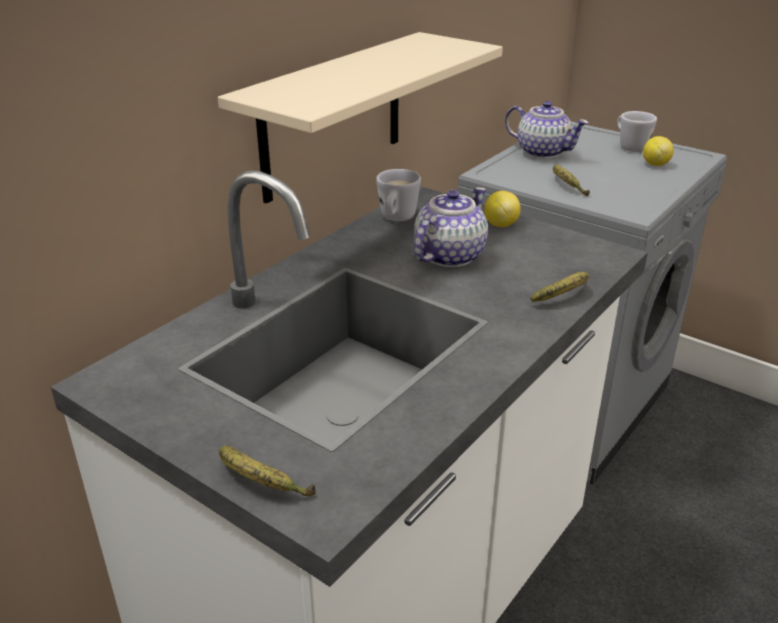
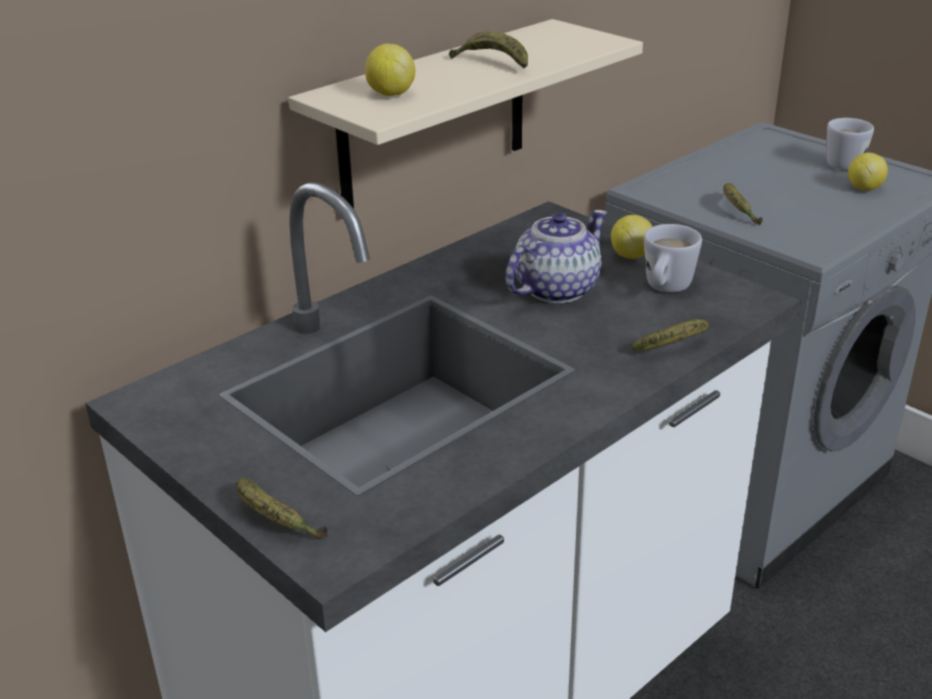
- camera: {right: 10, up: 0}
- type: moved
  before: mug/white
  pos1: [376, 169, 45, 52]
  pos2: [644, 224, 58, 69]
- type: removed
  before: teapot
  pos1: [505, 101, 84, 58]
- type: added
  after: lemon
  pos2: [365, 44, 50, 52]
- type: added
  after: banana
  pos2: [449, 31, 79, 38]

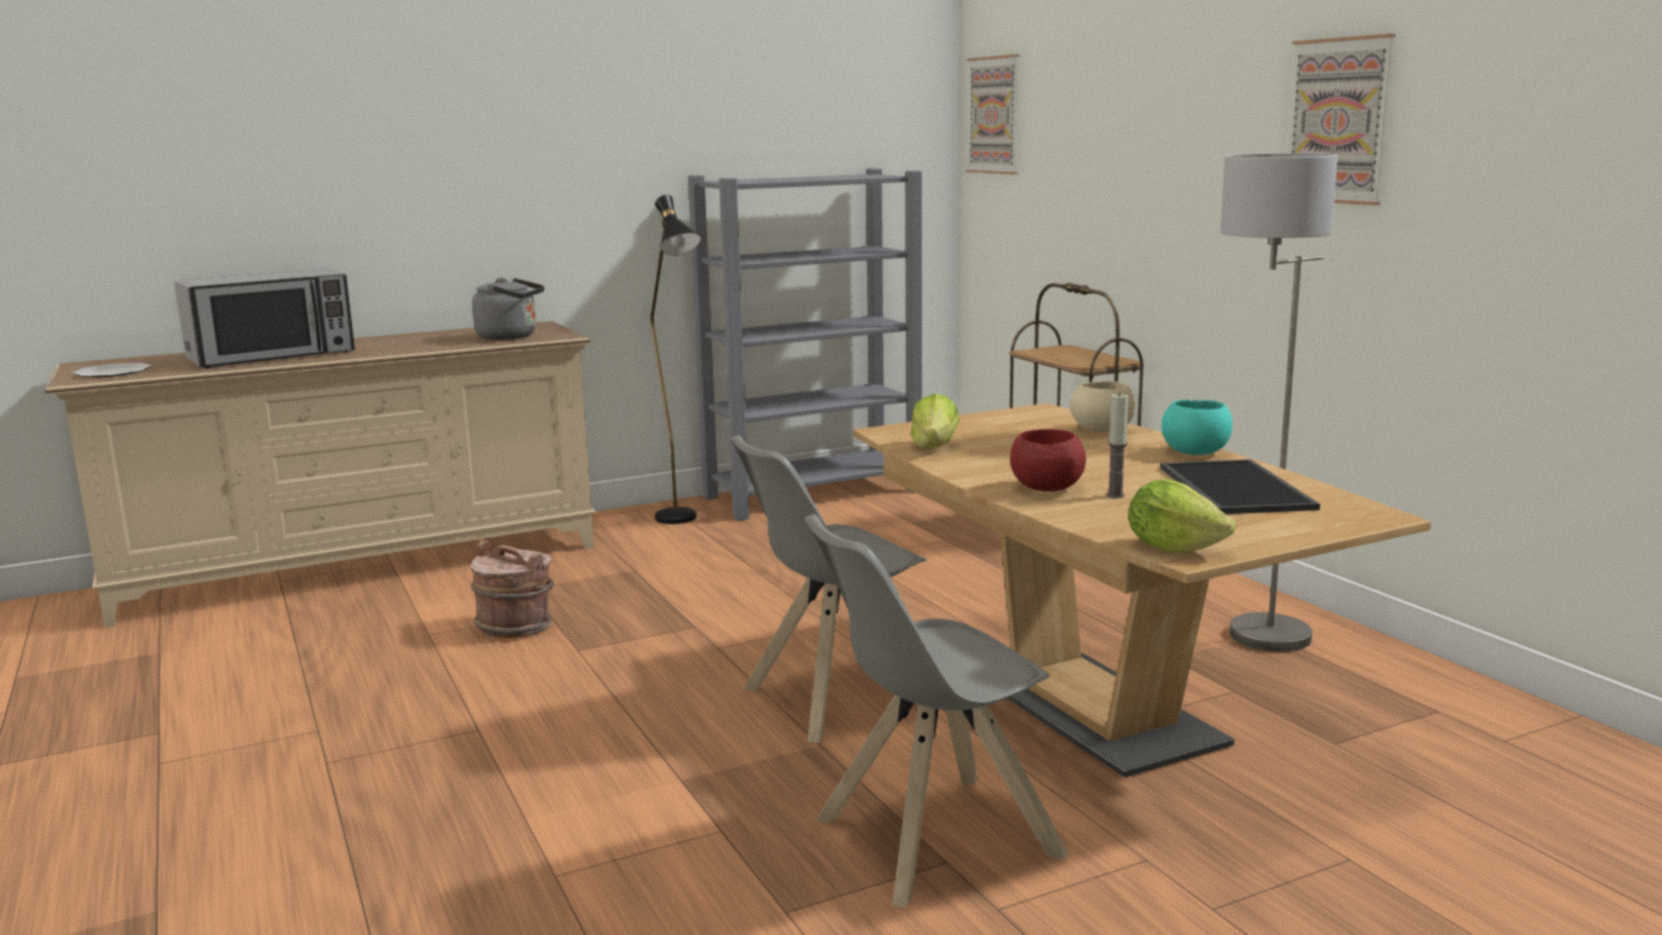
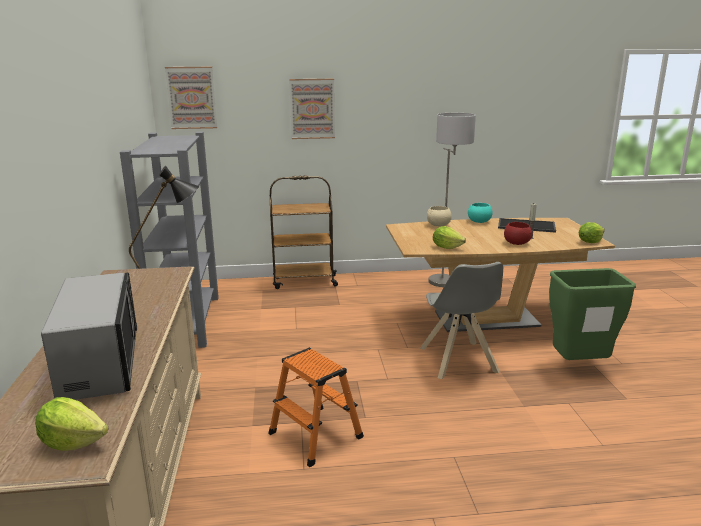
- camera: {right: -70, up: 5}
- type: replaced
  before: plate
  after: lettuce
  pos1: [72, 363, 80, 14]
  pos2: [35, 397, 74, 54]
- type: replaced
  before: bucket/brown
  after: step ladder/orange
  pos1: [471, 541, 83, 97]
  pos2: [268, 347, 96, 120]
- type: removed
  before: kettle/grey
  pos1: [472, 278, 73, 62]
- type: replaced
  before: chair/grey
  after: trash can/green
  pos1: [804, 514, 264, 394]
  pos2: [549, 268, 87, 92]
- type: moved
  before: picture
  pos1: [1287, 34, 109, 171]
  pos2: [289, 79, 46, 60]

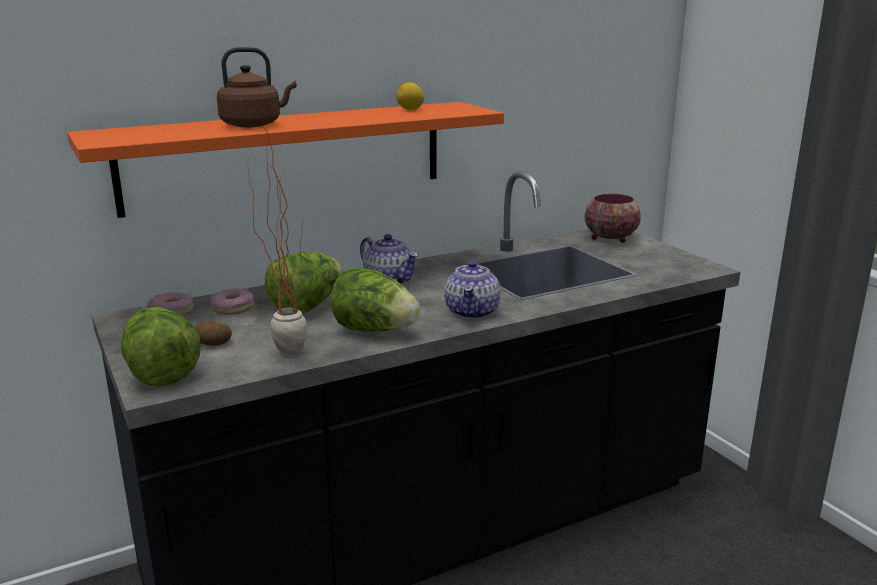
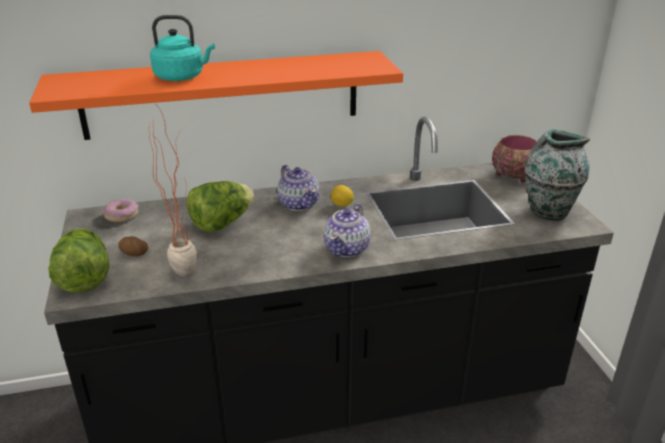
- camera: {right: 15, up: 10}
- type: removed
  before: donut
  pos1: [210, 288, 44, 27]
- type: recoloured
  before: kettle/brown
  after: kettle/turquoise
  pos1: [217, 47, 79, 81]
  pos2: [150, 15, 65, 66]
- type: removed
  before: lettuce
  pos1: [331, 267, 89, 64]
- type: moved
  before: lemon
  pos1: [396, 82, 28, 28]
  pos2: [331, 185, 23, 21]
- type: added
  after: vase
  pos2: [525, 129, 65, 92]

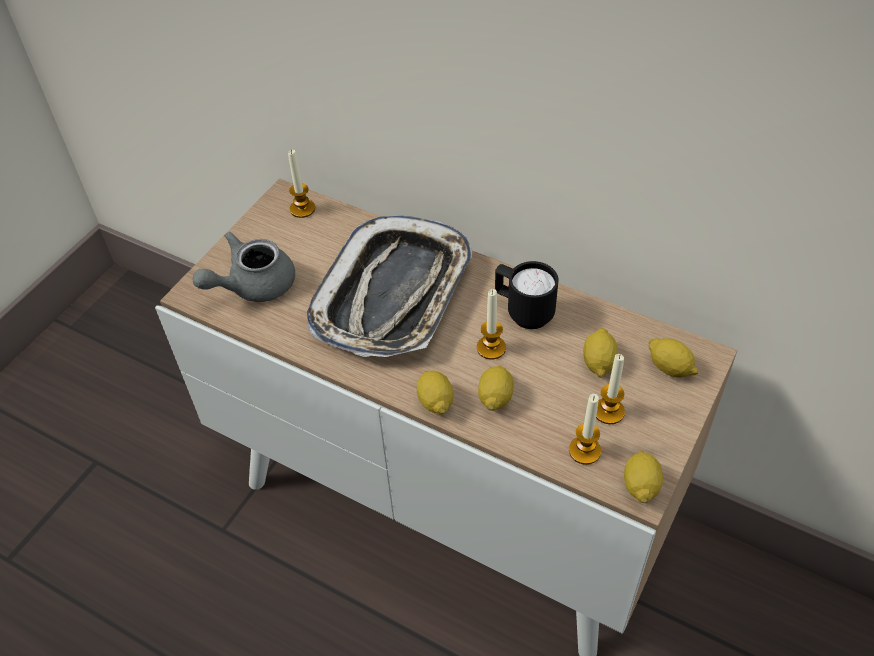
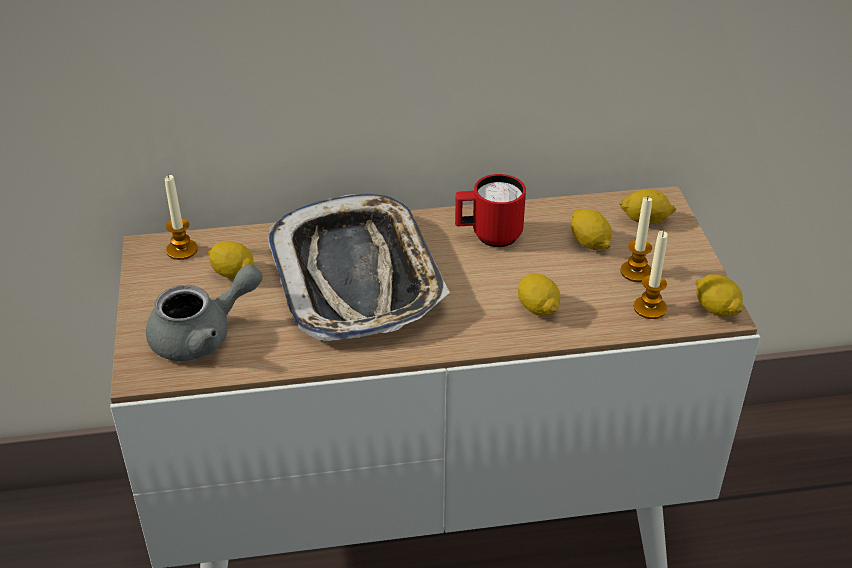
- camera: {right: -40, up: -10}
- type: turned
  before: teapot/grey
  pos1: [193, 232, 102, 70]
  pos2: [146, 264, 117, 97]
  turn: -135
- type: moved
  before: lemon
  pos1: [417, 371, 37, 44]
  pos2: [208, 241, 47, 38]
- type: removed
  before: candle
  pos1: [477, 289, 29, 71]
- type: recoloured
  before: mug/black
  after: mug/red
  pos1: [495, 261, 63, 68]
  pos2: [455, 174, 71, 73]

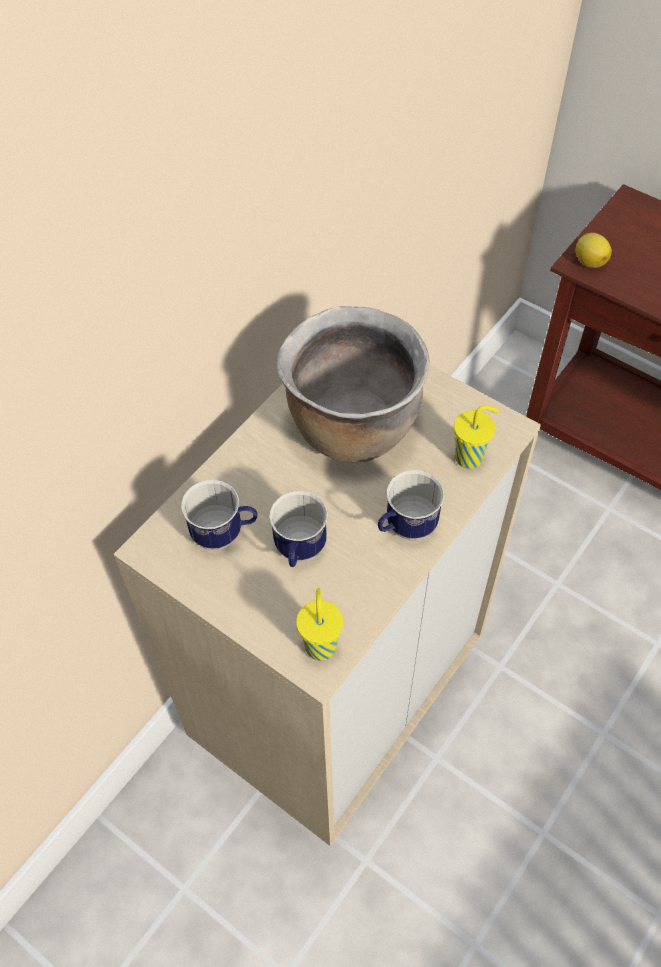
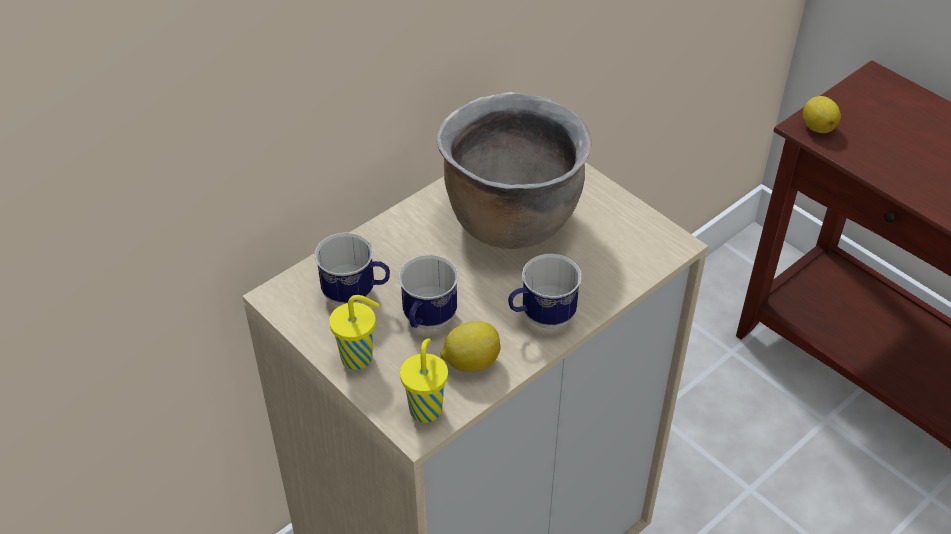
- camera: {right: 10, up: -10}
- type: moved
  before: cup/yellow
  pos1: [454, 405, 45, 64]
  pos2: [329, 295, 50, 75]
- type: added
  after: lemon
  pos2: [440, 321, 61, 51]

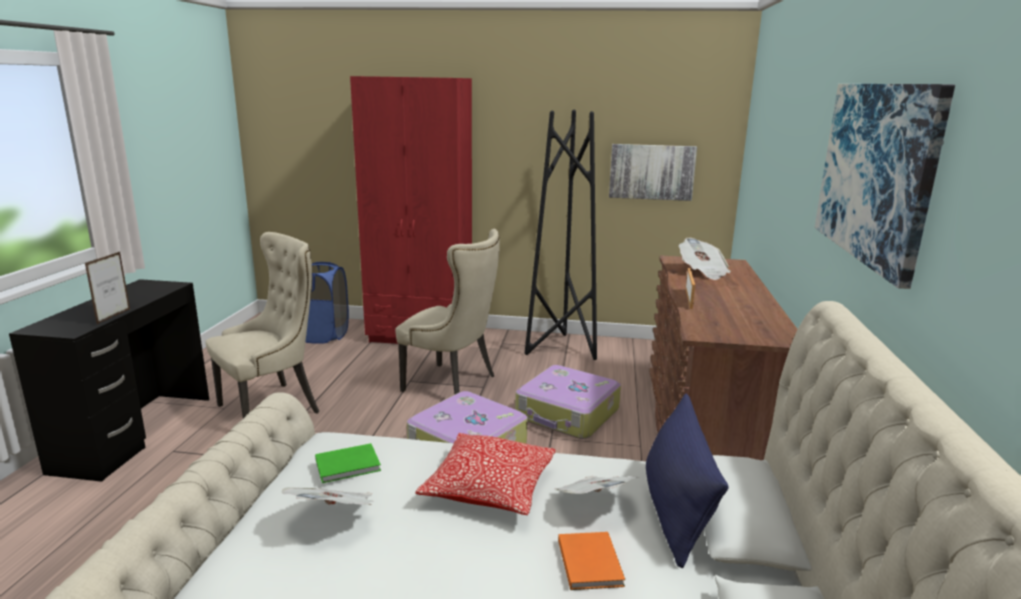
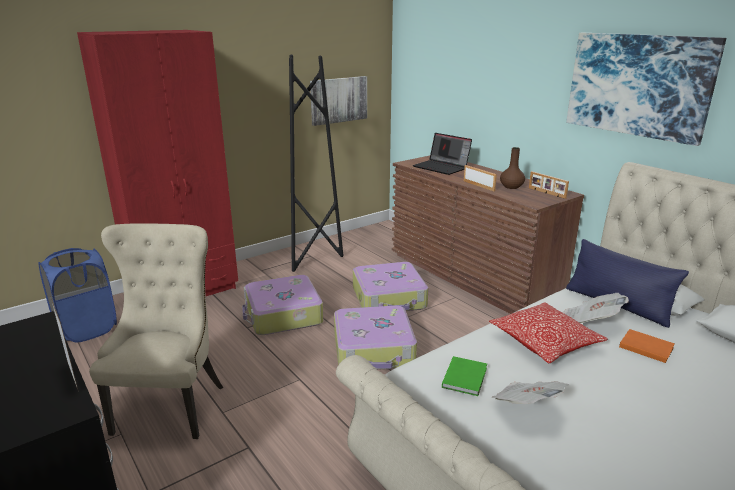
- camera: {right: -45, up: 5}
- type: replaced
  before: chair/beige
  after: suitcase
  pos1: [395, 229, 105, 165]
  pos2: [242, 275, 81, 60]
- type: replaced
  before: newspaper
  after: laptop
  pos1: [679, 238, 52, 42]
  pos2: [413, 133, 59, 42]
- type: added
  after: vase/brown
  pos2: [500, 147, 25, 42]
- type: added
  after: picture frame
  pos2: [529, 171, 40, 28]

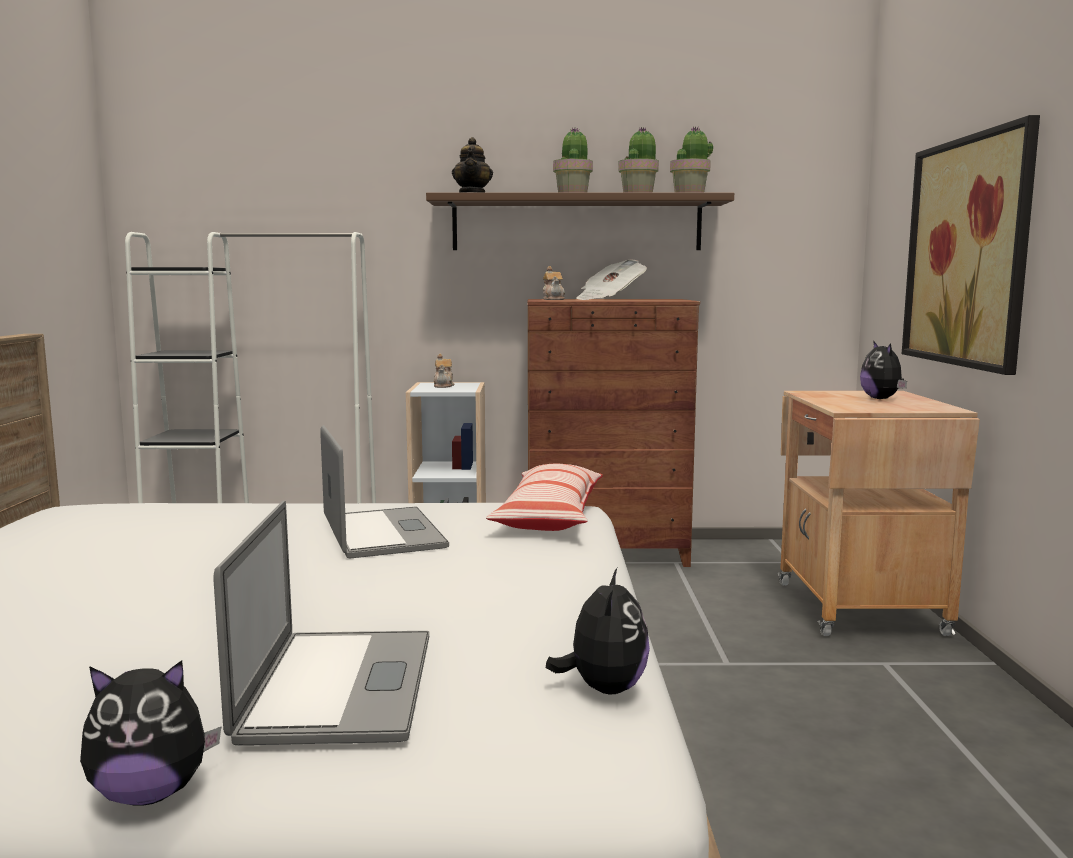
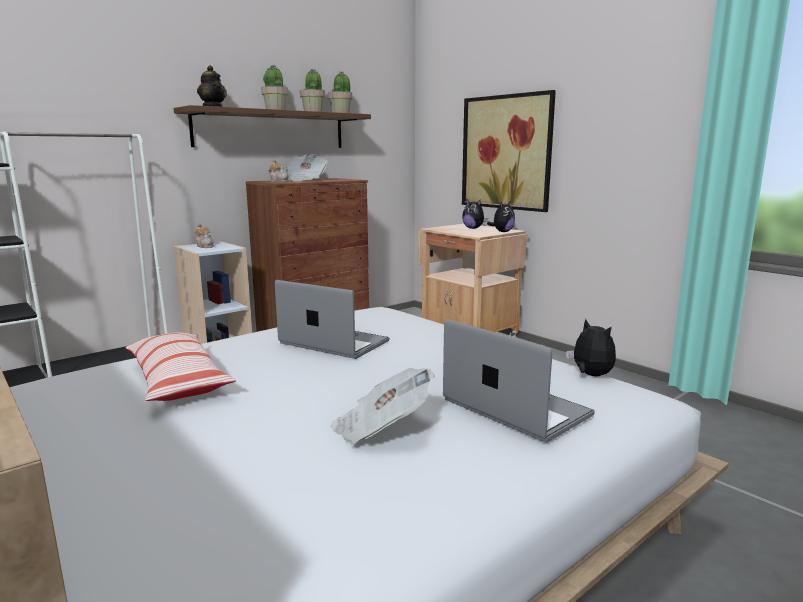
- camera: {right: -40, up: 5}
- type: moved
  before: plush toy
  pos1: [80, 660, 141, 146]
  pos2: [487, 202, 28, 30]
- type: moved
  before: pillow
  pos1: [486, 464, 117, 67]
  pos2: [125, 332, 111, 69]
- type: added
  after: newspaper
  pos2: [330, 368, 105, 77]

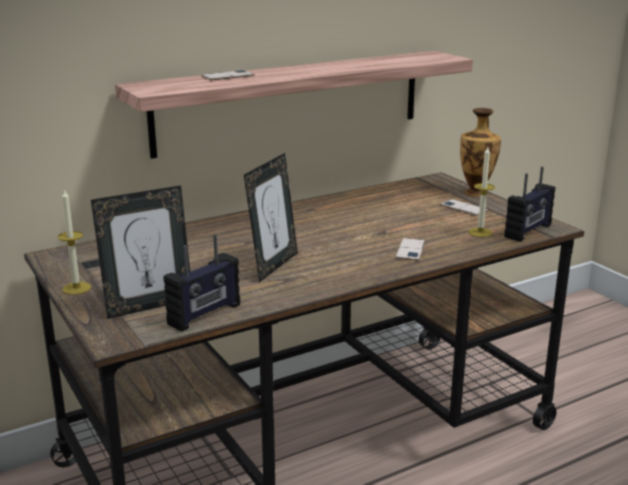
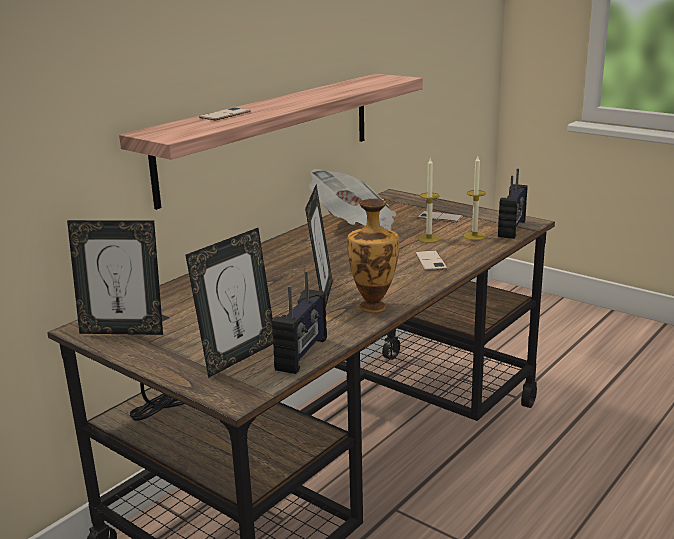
- camera: {right: -20, up: 0}
- type: moved
  before: candle
  pos1: [58, 189, 33, 106]
  pos2: [418, 157, 22, 86]
- type: moved
  before: vase
  pos1: [460, 108, 41, 89]
  pos2: [347, 199, 52, 114]
- type: added
  after: picture frame
  pos2: [67, 220, 96, 115]
- type: added
  after: newspaper
  pos2: [309, 169, 87, 61]

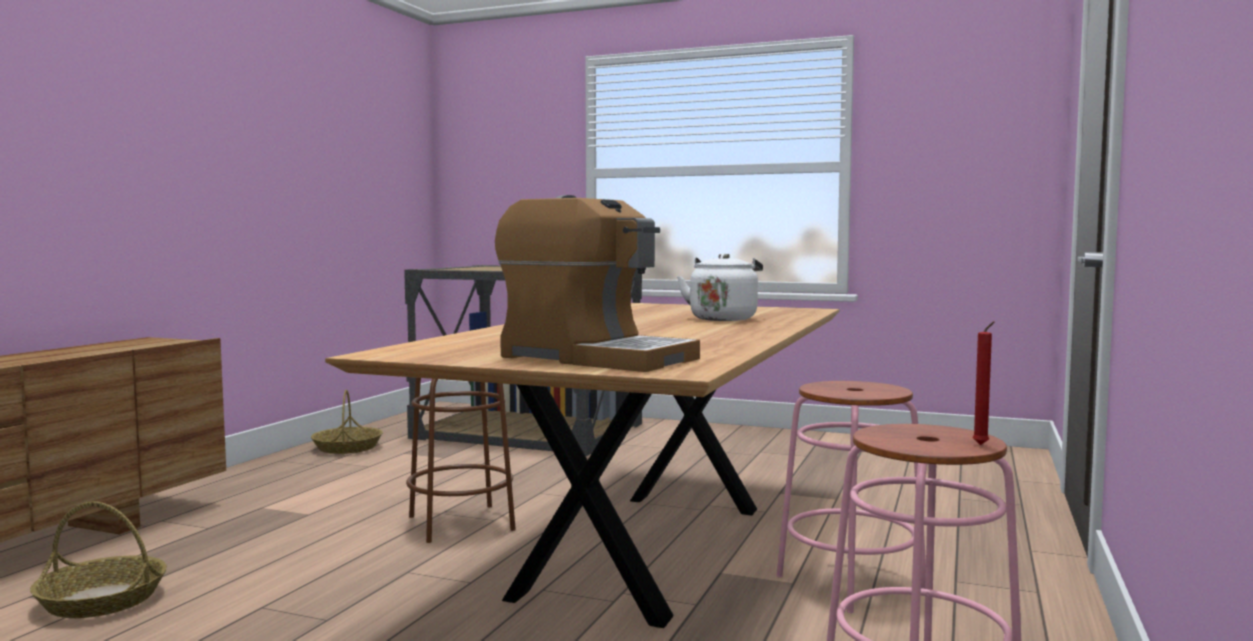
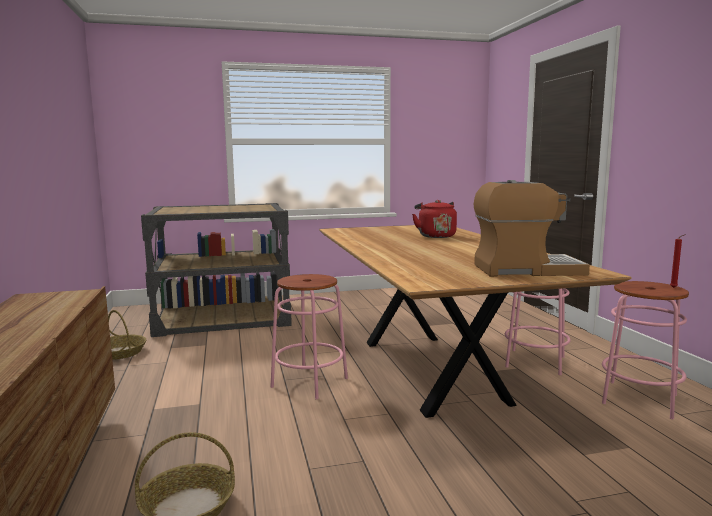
- camera: {right: -35, up: 5}
- type: recoloured
  before: stool/brown
  after: stool/pink
  pos1: [406, 378, 110, 165]
  pos2: [271, 274, 77, 126]
- type: recoloured
  before: kettle/white
  after: kettle/red
  pos1: [677, 253, 86, 68]
  pos2: [412, 200, 45, 38]

